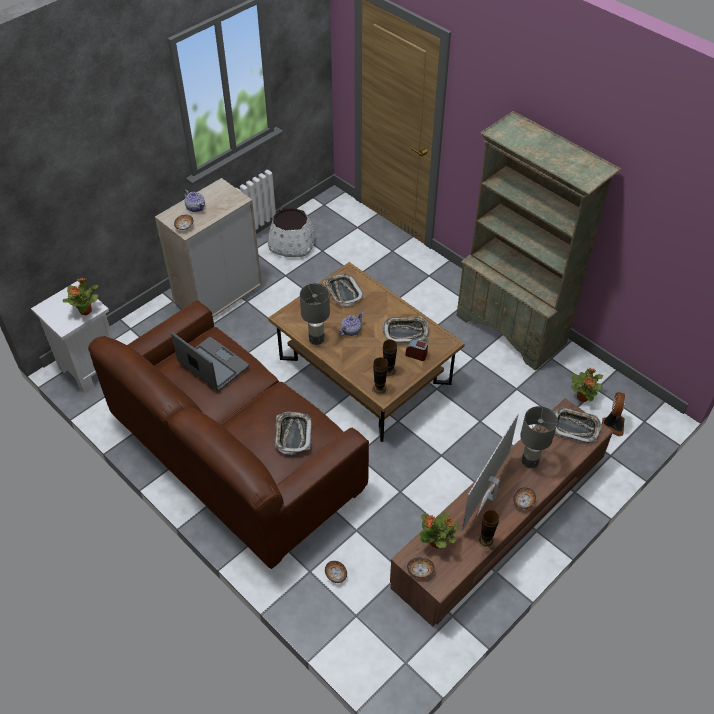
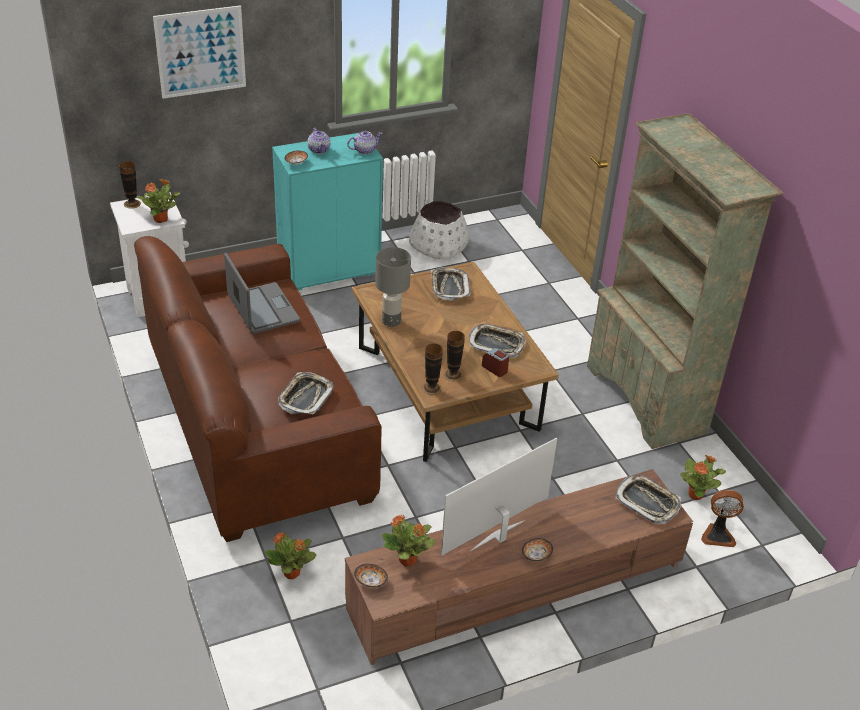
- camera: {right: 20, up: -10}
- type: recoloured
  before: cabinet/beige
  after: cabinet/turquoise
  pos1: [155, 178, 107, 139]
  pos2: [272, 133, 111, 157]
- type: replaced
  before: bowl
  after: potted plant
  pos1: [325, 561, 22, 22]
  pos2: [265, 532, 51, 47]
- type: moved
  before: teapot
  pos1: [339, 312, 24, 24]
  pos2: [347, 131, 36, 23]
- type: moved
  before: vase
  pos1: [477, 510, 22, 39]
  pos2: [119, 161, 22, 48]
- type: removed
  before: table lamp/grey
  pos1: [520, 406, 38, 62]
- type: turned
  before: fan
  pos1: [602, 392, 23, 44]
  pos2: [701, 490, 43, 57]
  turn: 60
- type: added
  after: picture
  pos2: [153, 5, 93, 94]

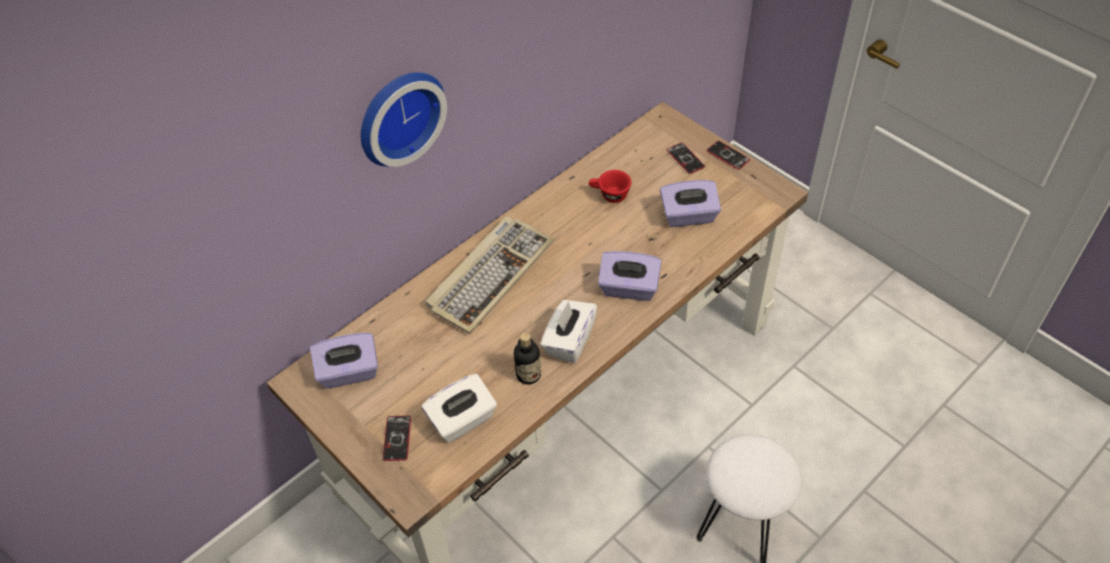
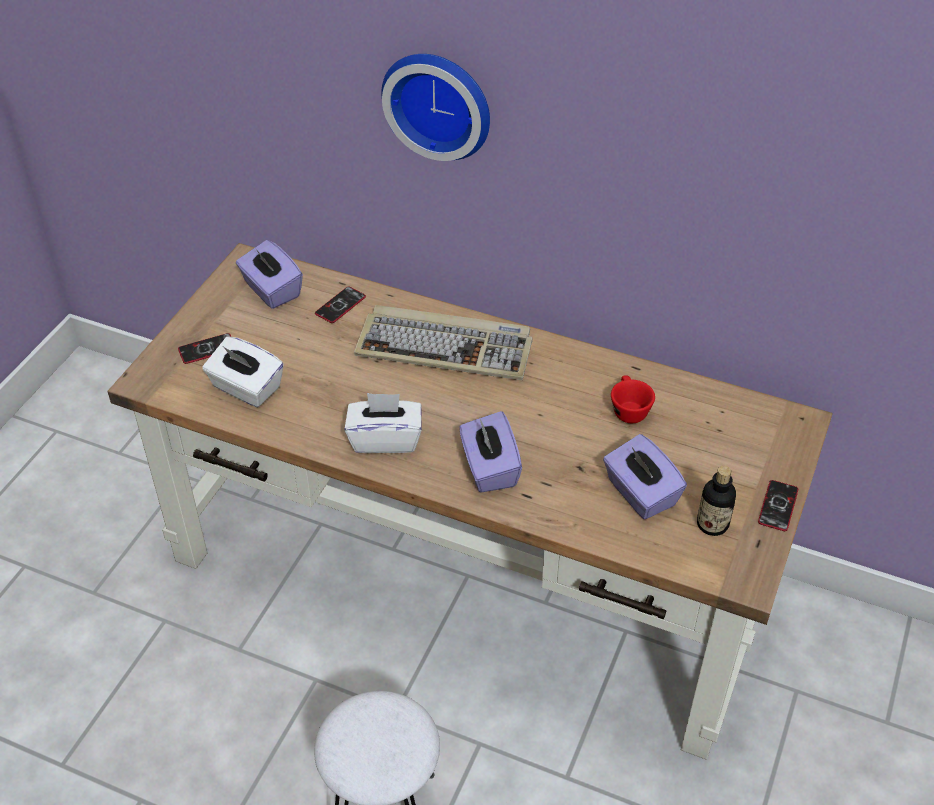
- camera: {right: 65, up: -5}
- type: moved
  before: bottle
  pos1: [514, 332, 27, 52]
  pos2: [697, 466, 39, 70]
- type: moved
  before: phone
  pos1: [667, 143, 38, 31]
  pos2: [315, 286, 51, 37]

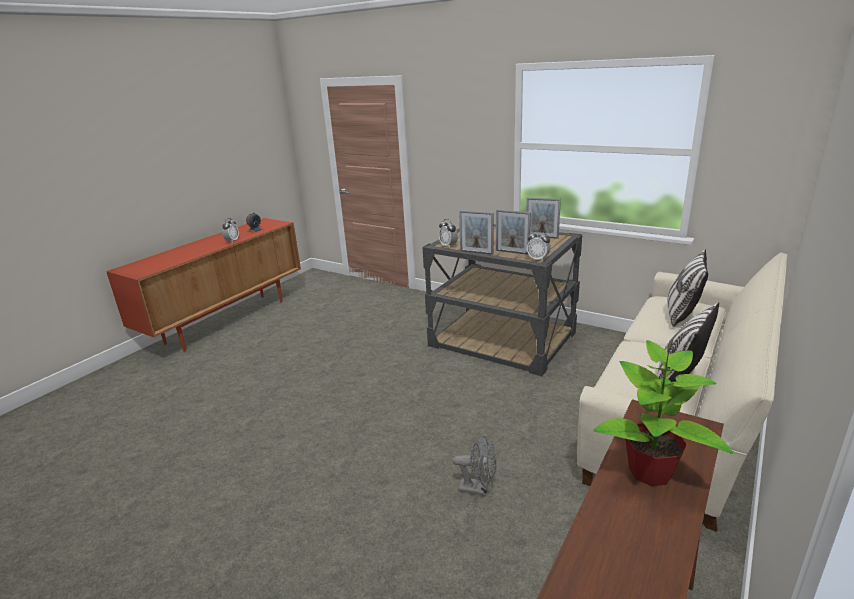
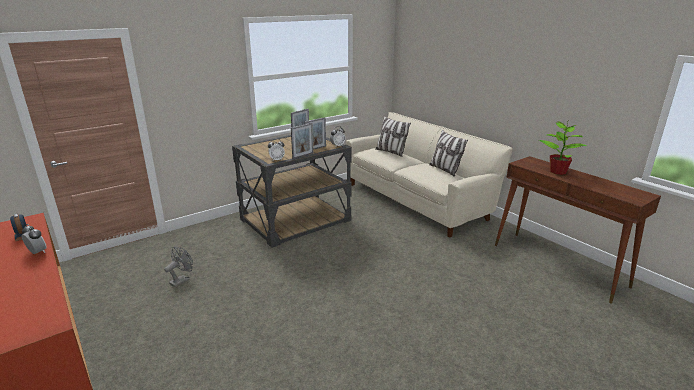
- camera: {right: -70, up: 0}
- type: moved
  before: fan/grey
  pos1: [452, 435, 45, 61]
  pos2: [164, 247, 29, 40]

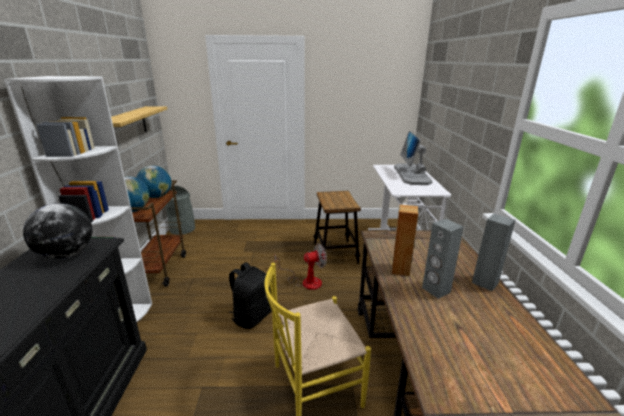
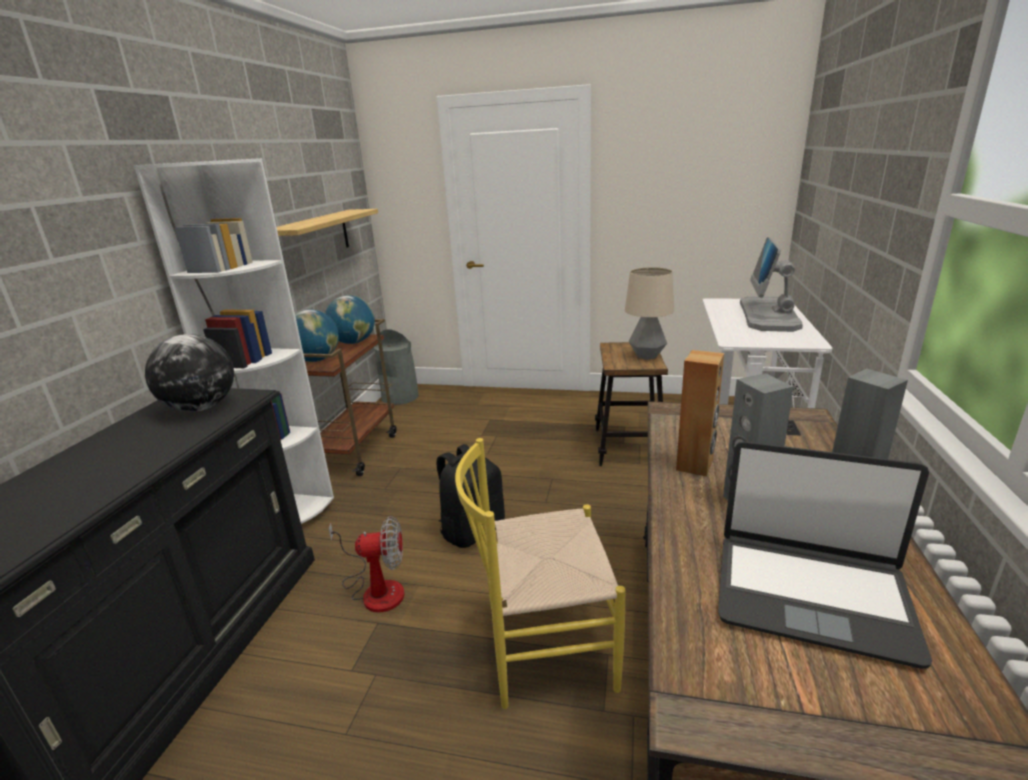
- camera: {right: 15, up: 0}
- type: moved
  before: fan
  pos1: [275, 244, 52, 46]
  pos2: [329, 516, 75, 97]
- type: added
  after: table lamp
  pos2: [625, 267, 49, 93]
- type: added
  after: laptop
  pos2: [718, 441, 214, 228]

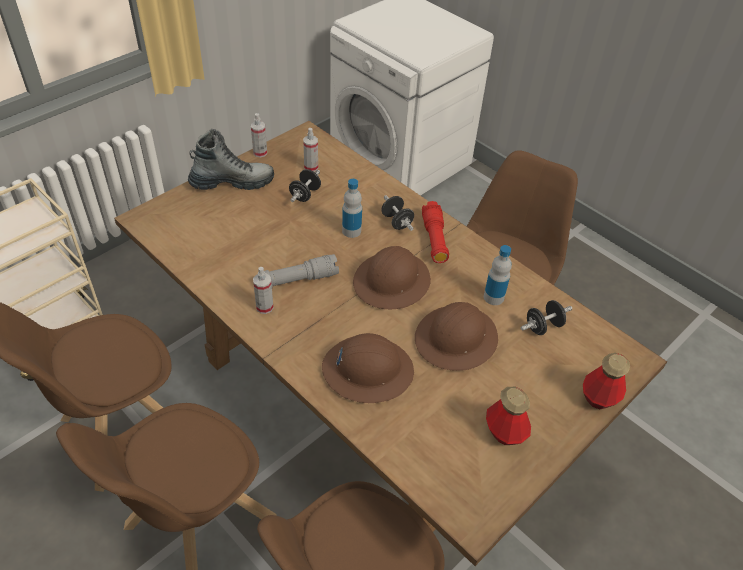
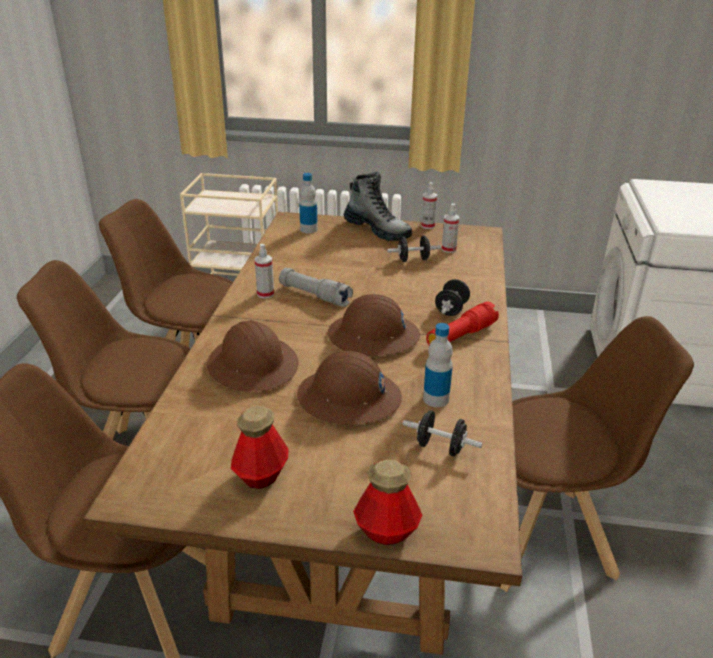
- camera: {right: 55, up: -15}
- type: moved
  before: bottle
  pos1: [342, 179, 20, 59]
  pos2: [299, 173, 19, 60]

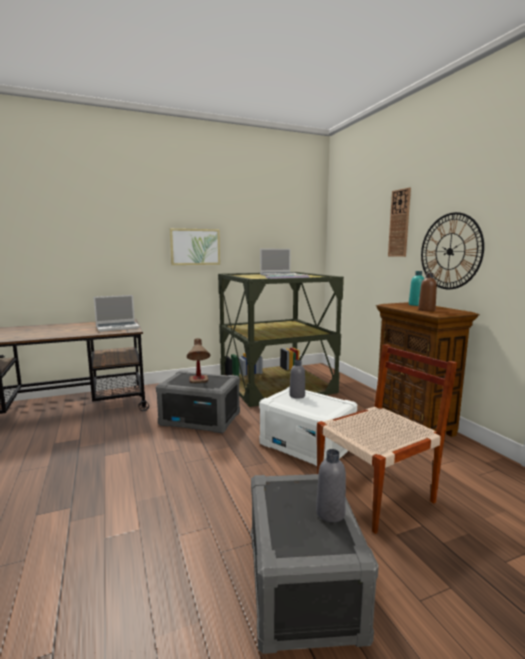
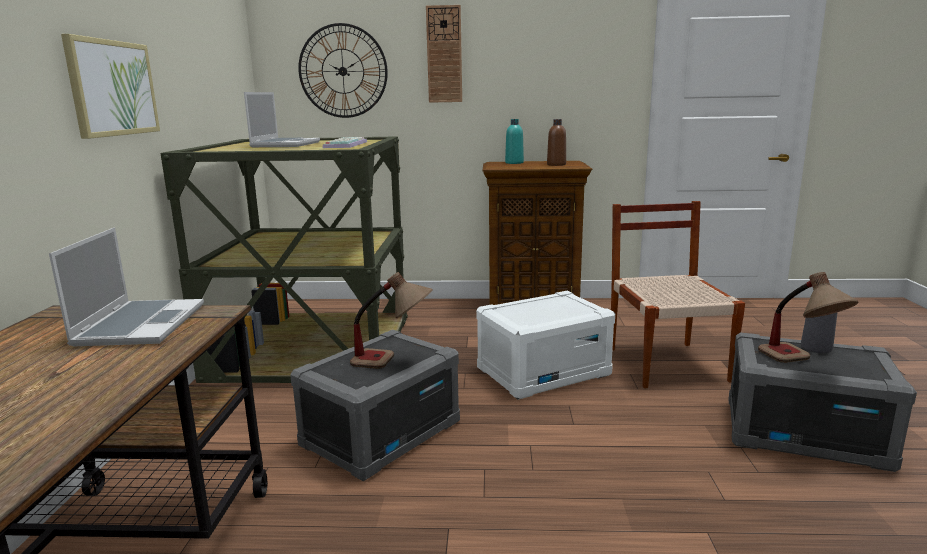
- camera: {right: -65, up: 5}
- type: removed
  before: bottle/grey
  pos1: [289, 360, 16, 39]
- type: moved
  before: wall clock
  pos1: [421, 212, 63, 77]
  pos2: [298, 23, 90, 95]
- type: added
  after: table lamp
  pos2: [758, 272, 100, 91]

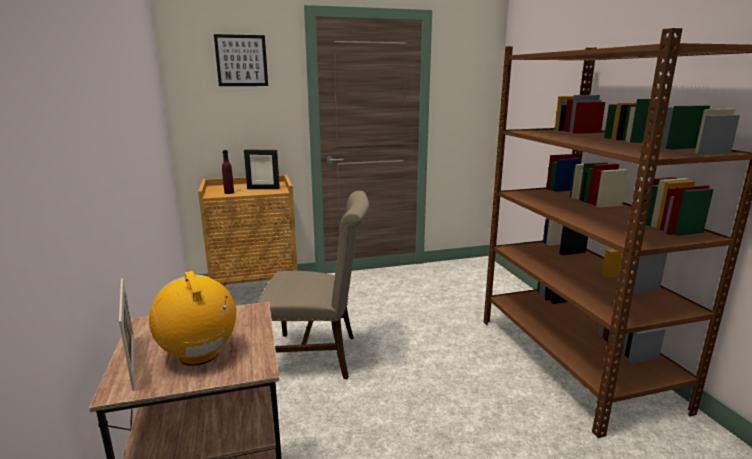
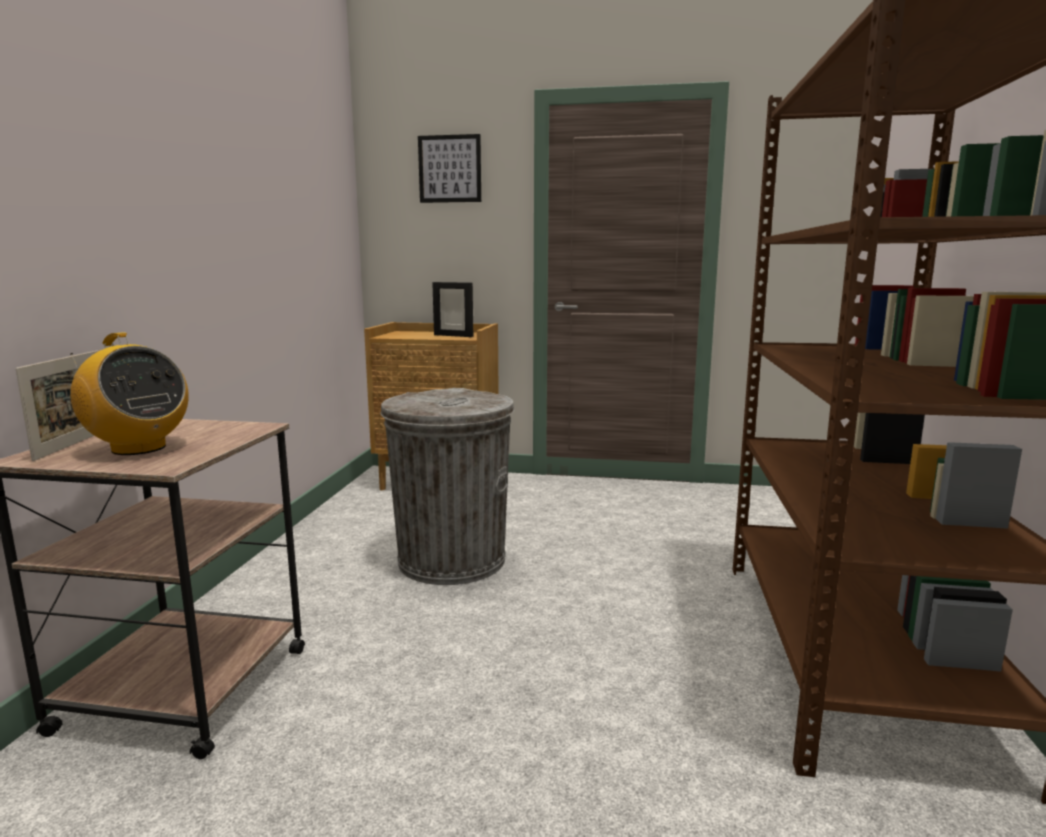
- camera: {right: 25, up: -5}
- type: turned
  before: radio
  pos1: [149, 271, 87, 95]
  pos2: [70, 332, 119, 123]
  turn: 135
- type: removed
  before: bottle/purple
  pos1: [222, 150, 12, 44]
- type: replaced
  before: chair/beige
  after: trash can/grey
  pos1: [258, 191, 111, 189]
  pos2: [380, 388, 134, 197]

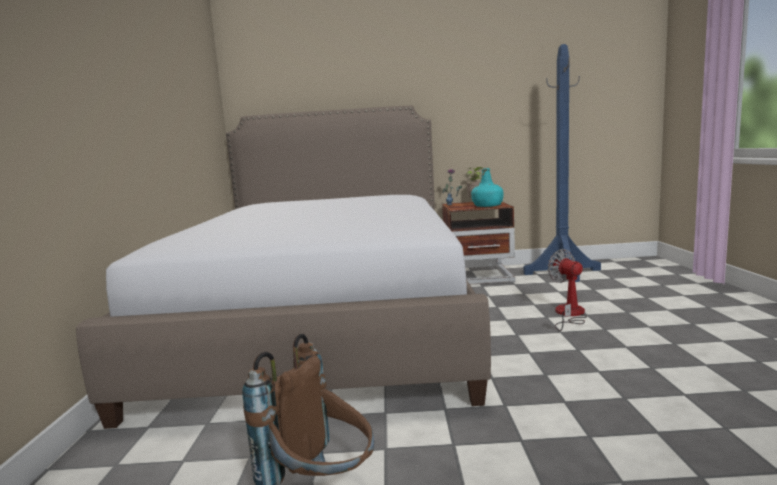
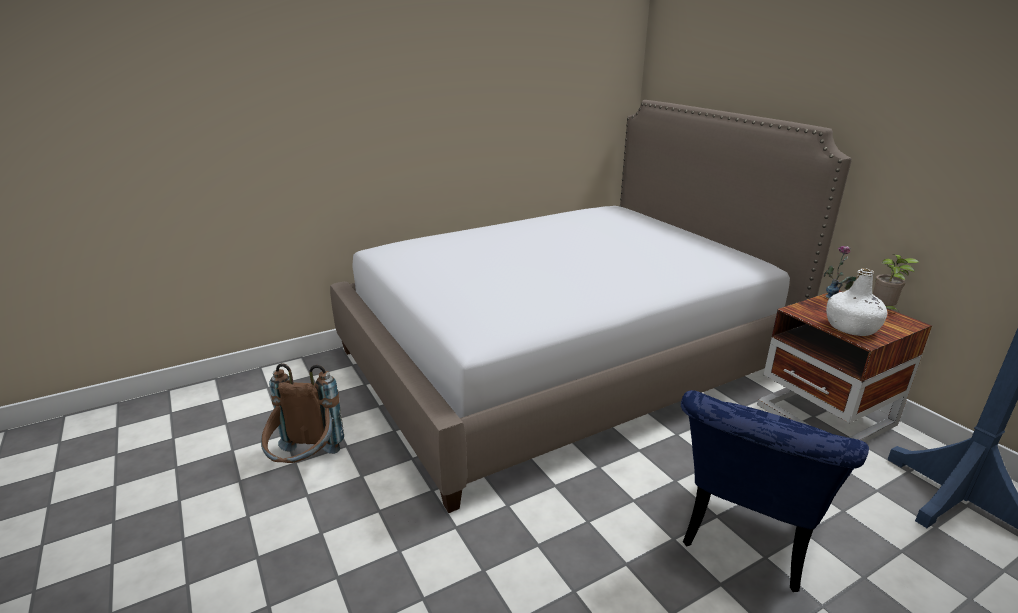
- camera: {right: 60, up: 15}
- type: recoloured
  before: bottle/turquoise
  after: bottle/white
  pos1: [471, 168, 33, 39]
  pos2: [826, 268, 61, 68]
- type: replaced
  before: fan
  after: chair/blue
  pos1: [548, 249, 39, 82]
  pos2: [681, 390, 188, 202]

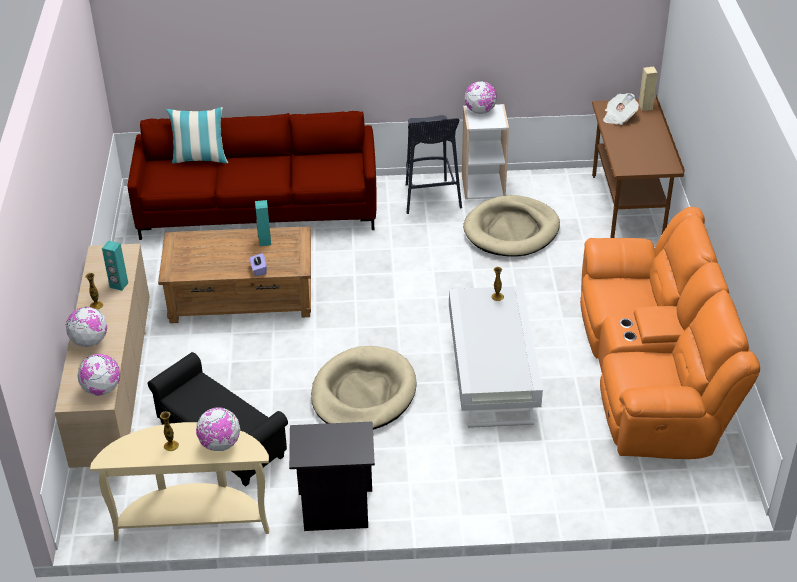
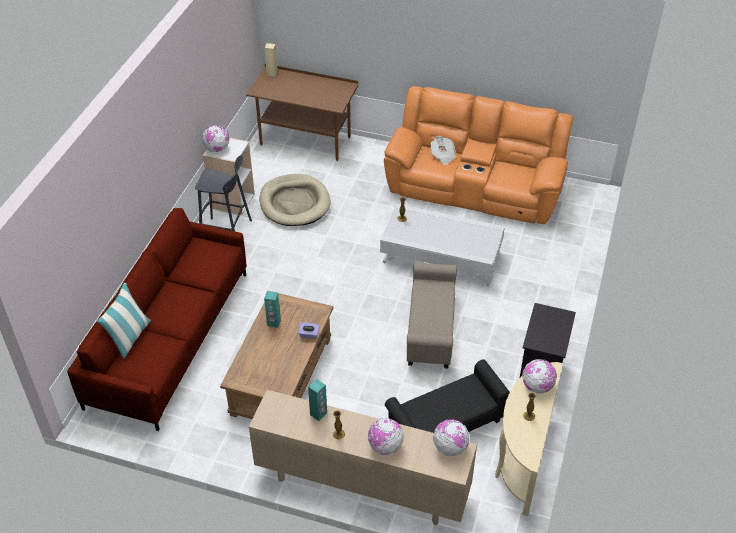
- camera: {right: -70, up: 5}
- type: replaced
  before: dog bed/beige
  after: ottoman/beige
  pos1: [311, 346, 105, 84]
  pos2: [407, 262, 50, 106]
- type: moved
  before: newspaper
  pos1: [603, 93, 36, 32]
  pos2: [431, 136, 25, 29]

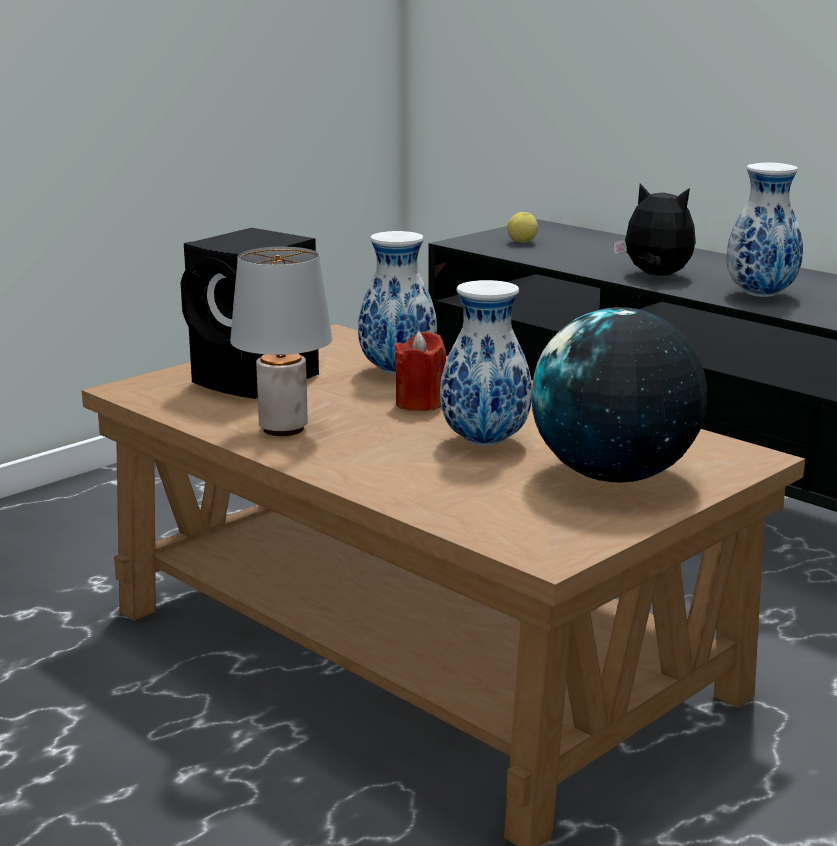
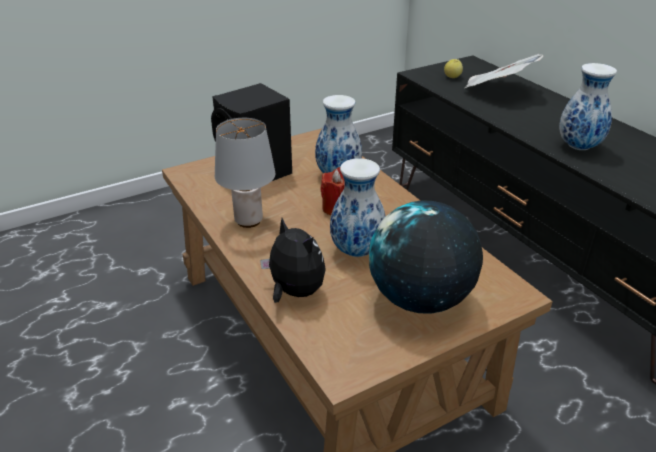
- camera: {right: 15, up: 15}
- type: moved
  before: plush toy
  pos1: [613, 183, 83, 93]
  pos2: [260, 218, 66, 85]
- type: added
  after: newspaper
  pos2: [465, 54, 79, 34]

